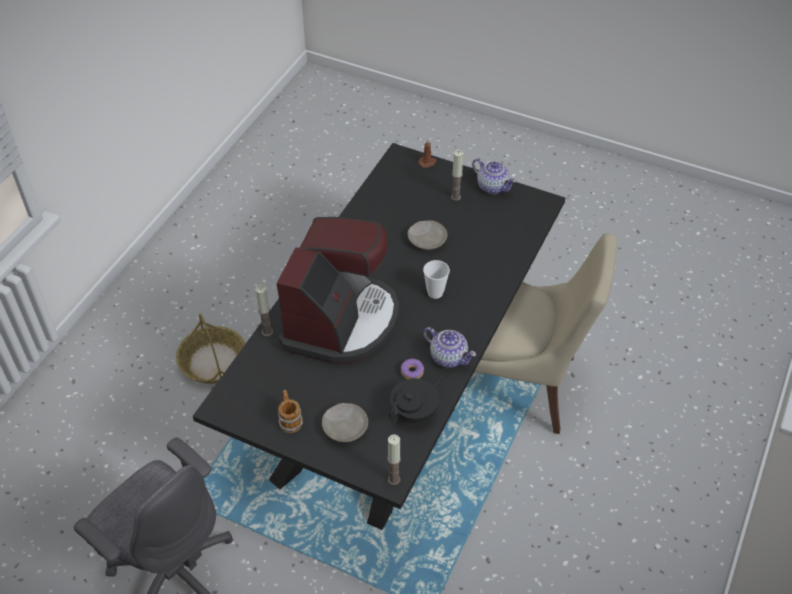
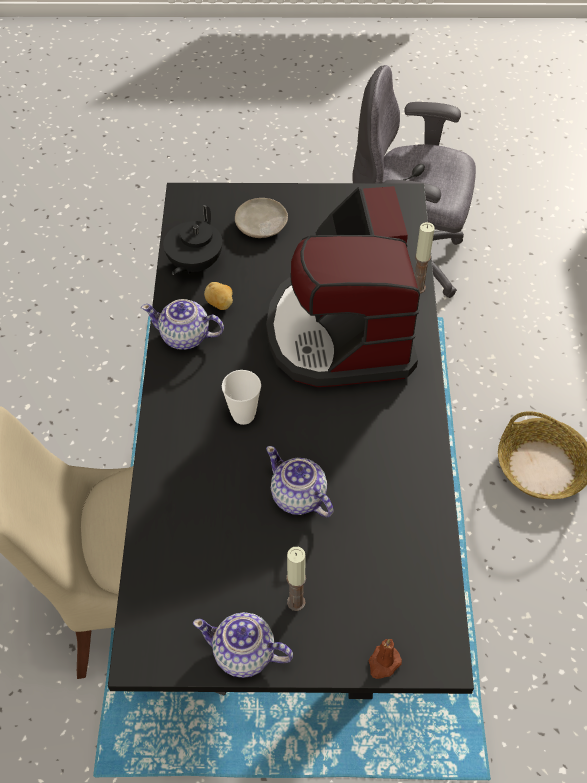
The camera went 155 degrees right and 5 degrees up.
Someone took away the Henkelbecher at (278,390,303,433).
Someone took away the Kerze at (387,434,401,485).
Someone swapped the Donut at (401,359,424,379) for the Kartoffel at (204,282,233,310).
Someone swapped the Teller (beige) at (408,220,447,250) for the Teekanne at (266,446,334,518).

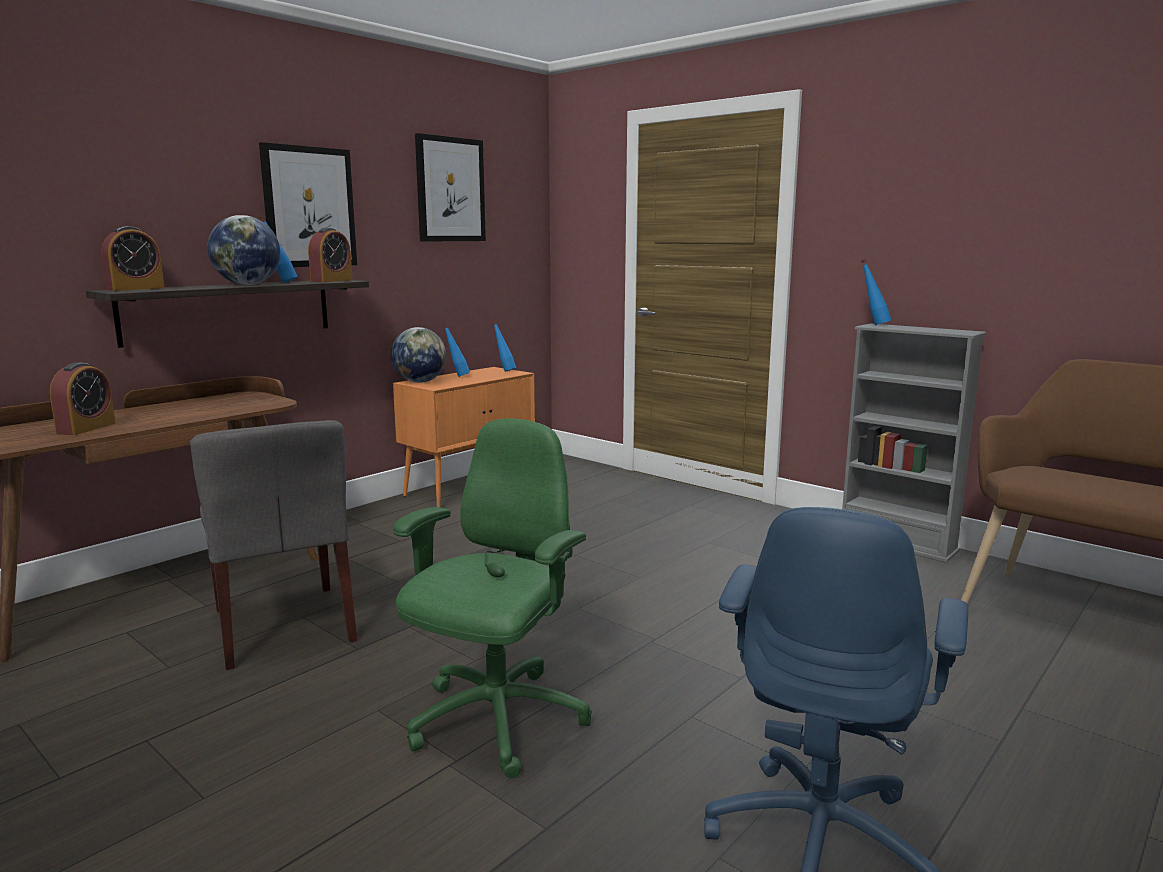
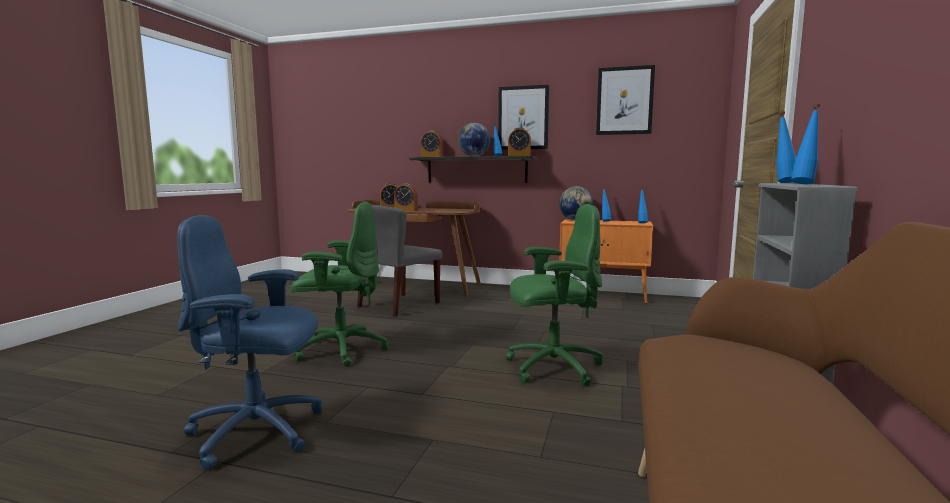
The camera went 65 degrees right and 5 degrees down.
Someone put down the Wecker at (394,183,418,211).
Someone put down the Bürostuhl (grün) at (506,204,603,387).
Someone put down the Flasche (blau) at (791,104,820,184).

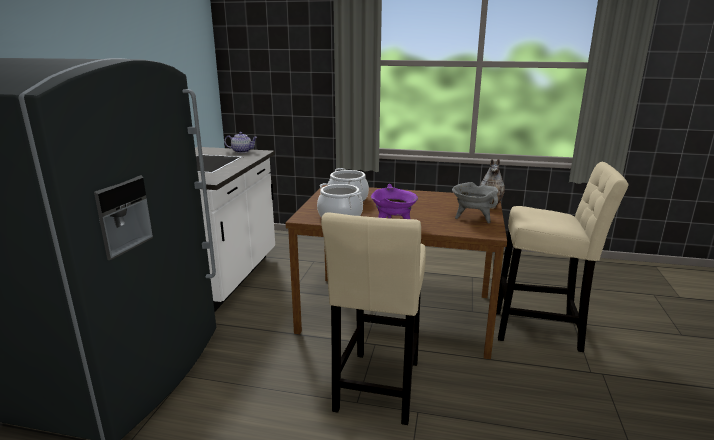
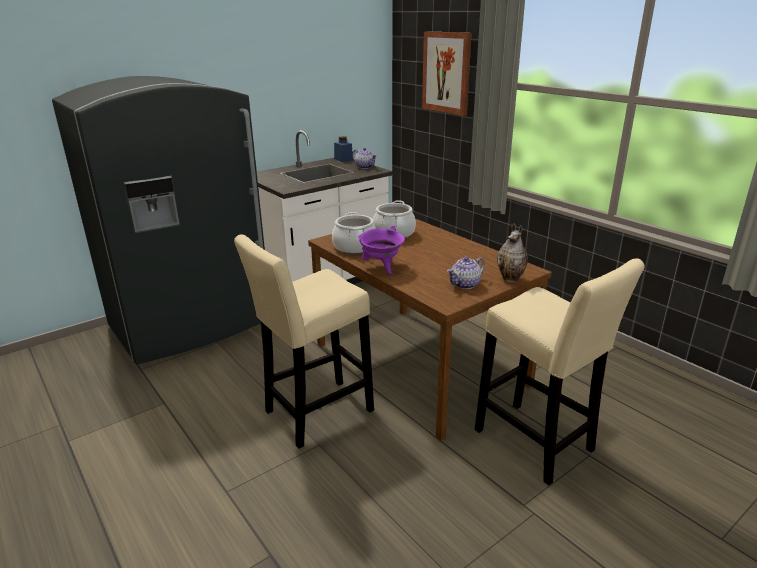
The camera went 40 degrees right and 5 degrees up.
Someone swapped the Kochtopf (grau) at (452,182,499,223) for the Teekanne at (447,257,485,289).
Someone put down the Vorratsglas (blau) at (334,136,353,162).
Someone put up the Bild at (422,31,472,116).

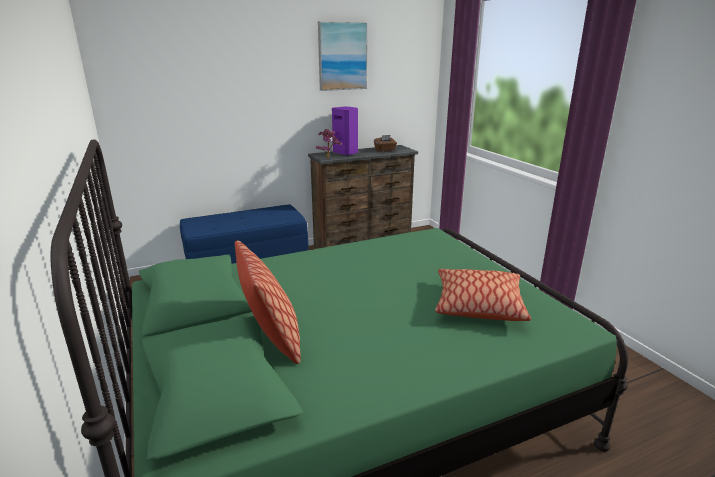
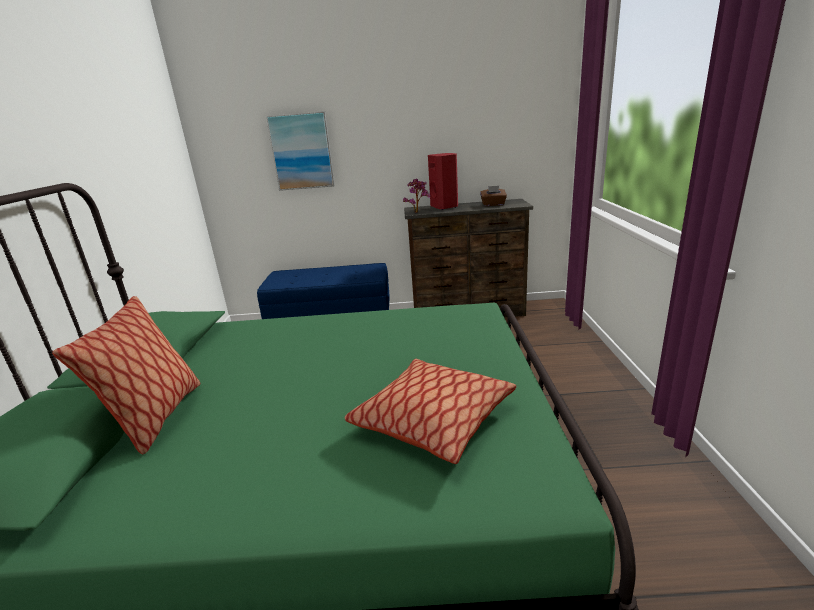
The camera went 25 degrees right and 0 degrees up.
Someone carried the Bild from (318,21,368,91) to (266,111,335,191).
Someone repainted the Lautsprecher (lila) at (332,107,358,156), which became the Lautsprecher (rot) at (428,153,458,210).

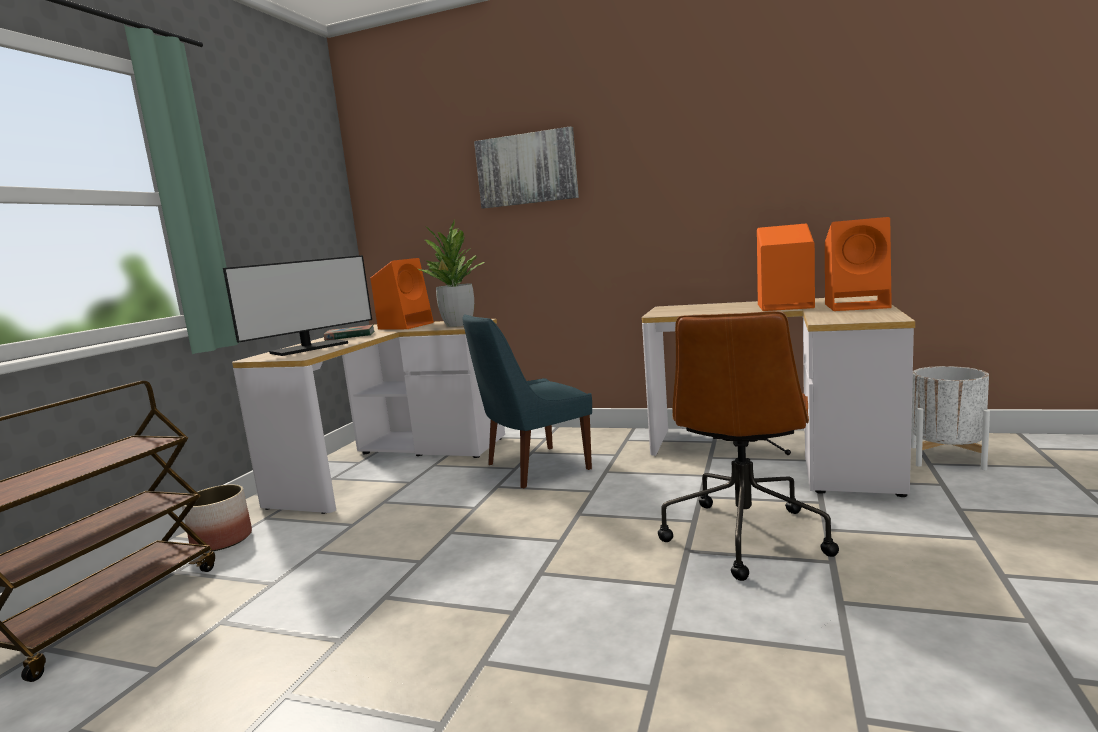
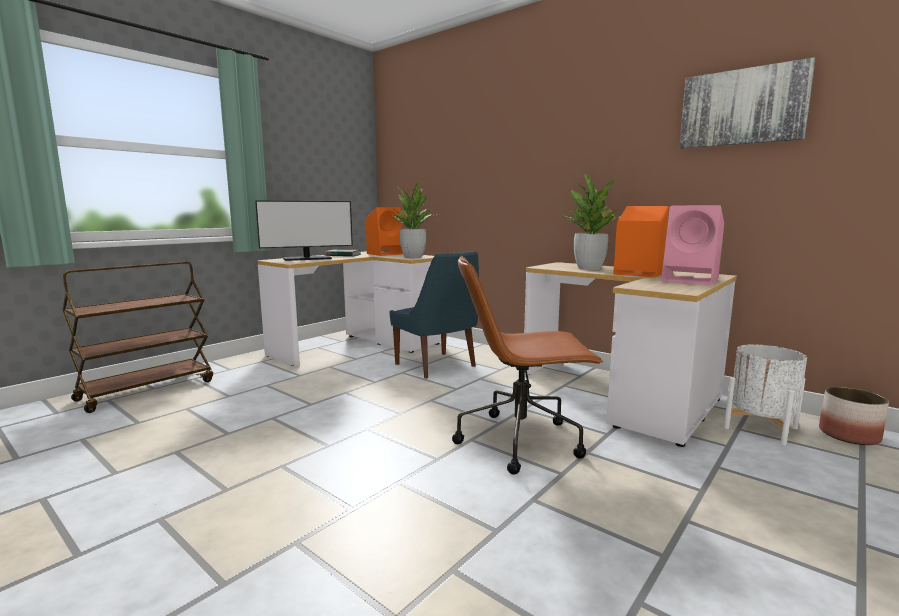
The camera went 20 degrees right and 0 degrees up.
Someone carried the Pflanzkübel from (182,484,252,551) to (819,387,889,445).
Someone rotated the Stuhl (blau) at (462,315,592,489) by 120 degrees counterclockwise.
Someone carried the Bild from (474,126,579,209) to (679,57,816,149).
Someone rotated the Bürostuhl (braun) at (658,311,839,581) by 45 degrees clockwise.
Someone repainted the Lautsprecher (orange) at (825,217,892,311), which became the Lautsprecher (rosa) at (661,205,724,285).
Someone put down the Topfpflanze at (560,174,620,270).

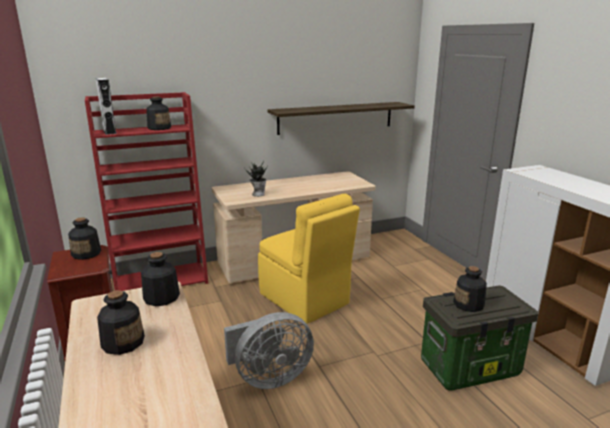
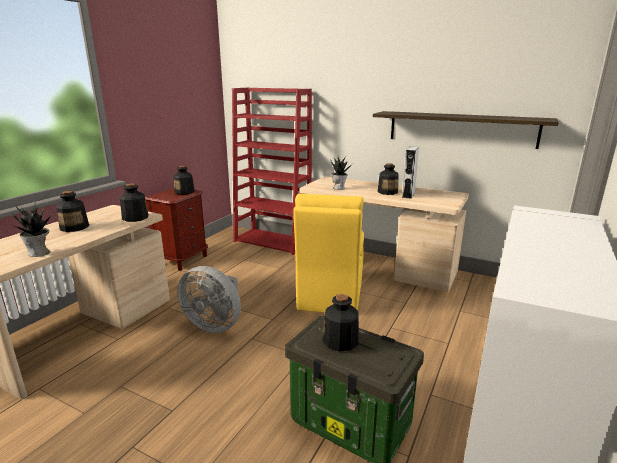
The camera went 50 degrees right and 0 degrees up.
Someone carried the Lautsprecher (grau) from (96,78,116,135) to (402,146,419,199).
Someone carried the Flasche from (146,96,171,130) to (378,163,398,195).
Someone put down the Topfpflanze at (12,202,52,257).

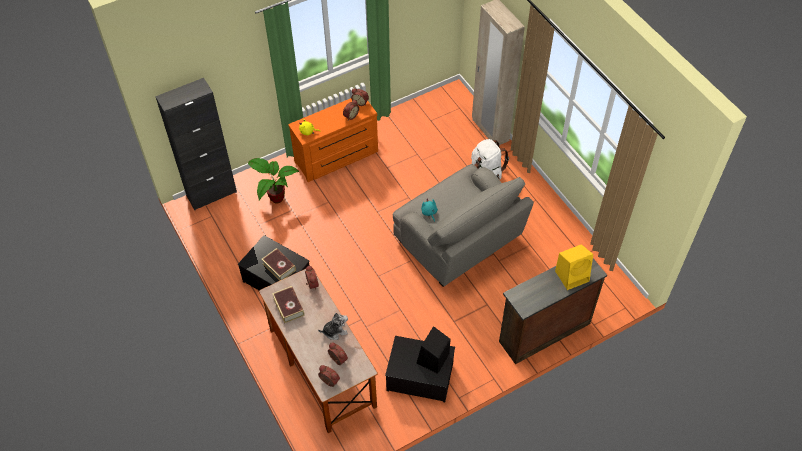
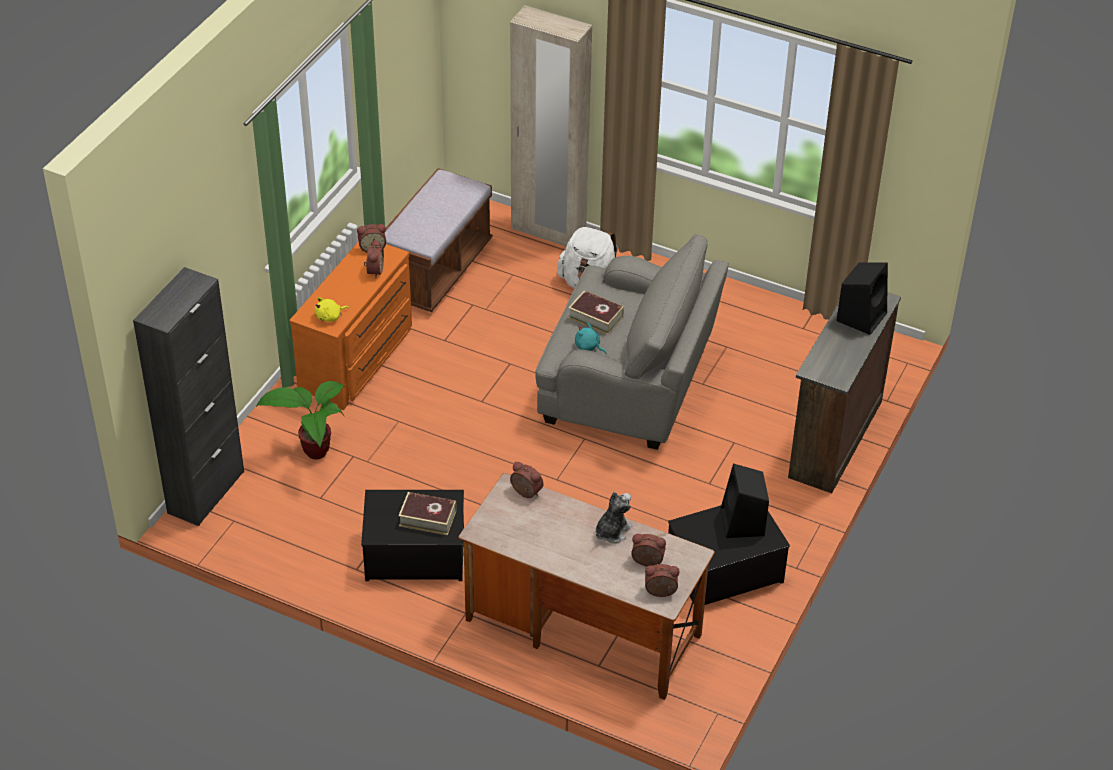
The camera went 35 degrees left and 10 degrees down.
Someone carried the Buch from (272,286,304,323) to (568,290,624,335).
Someone repainted the Lautsprecher (gelb) at (555,244,593,290), which became the Lautsprecher (schwarz) at (836,262,888,335).
Someone put down the Bank (braun) at (385,168,493,312).

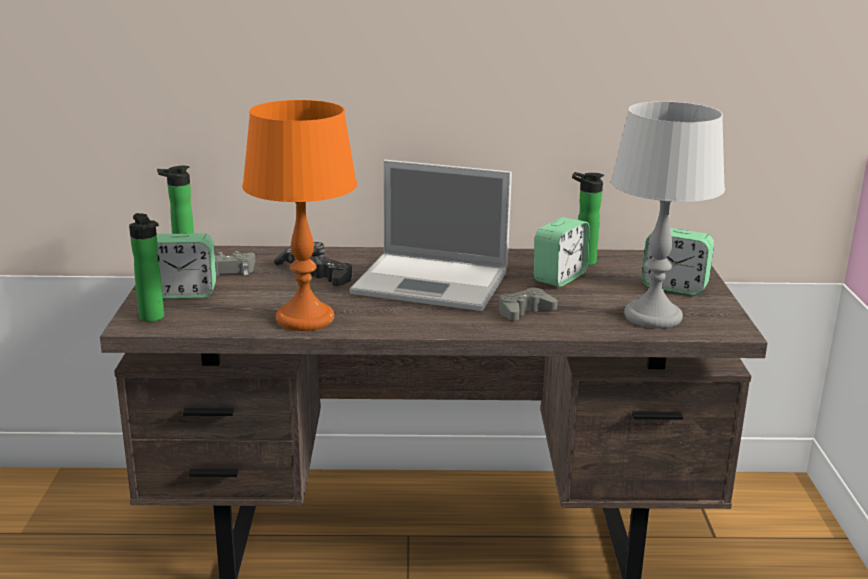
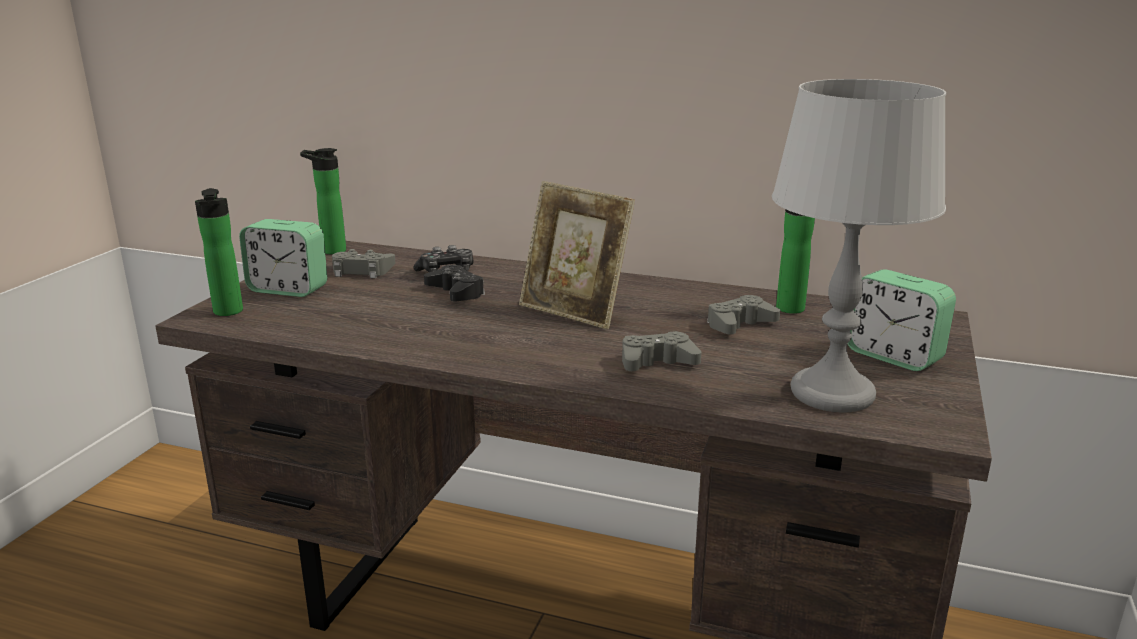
The camera went 20 degrees right and 0 degrees up.
Someone took away the Tischlampe (orange) at (242,100,357,331).
Someone swapped the Laptop at (350,160,512,311) for the Bilderrahmen at (519,181,635,329).
Someone swapped the Wecker at (534,217,590,287) for the Gamepad (grau) at (707,295,780,334).

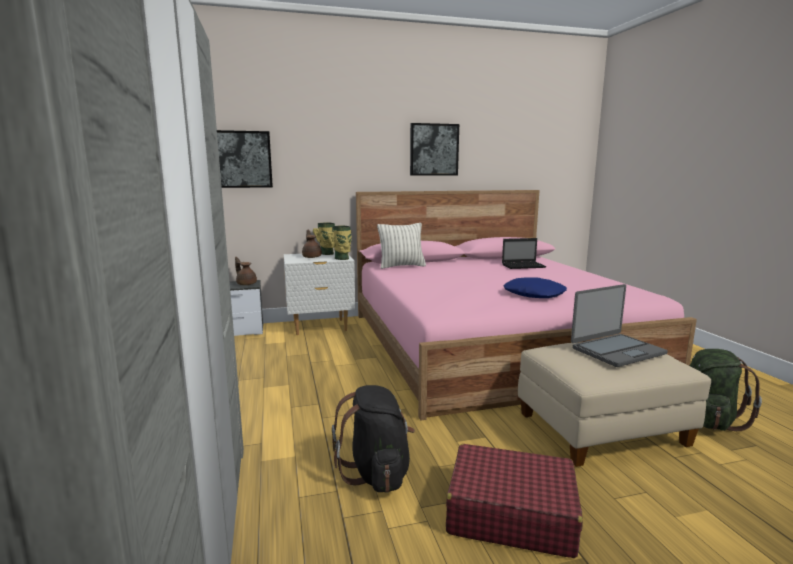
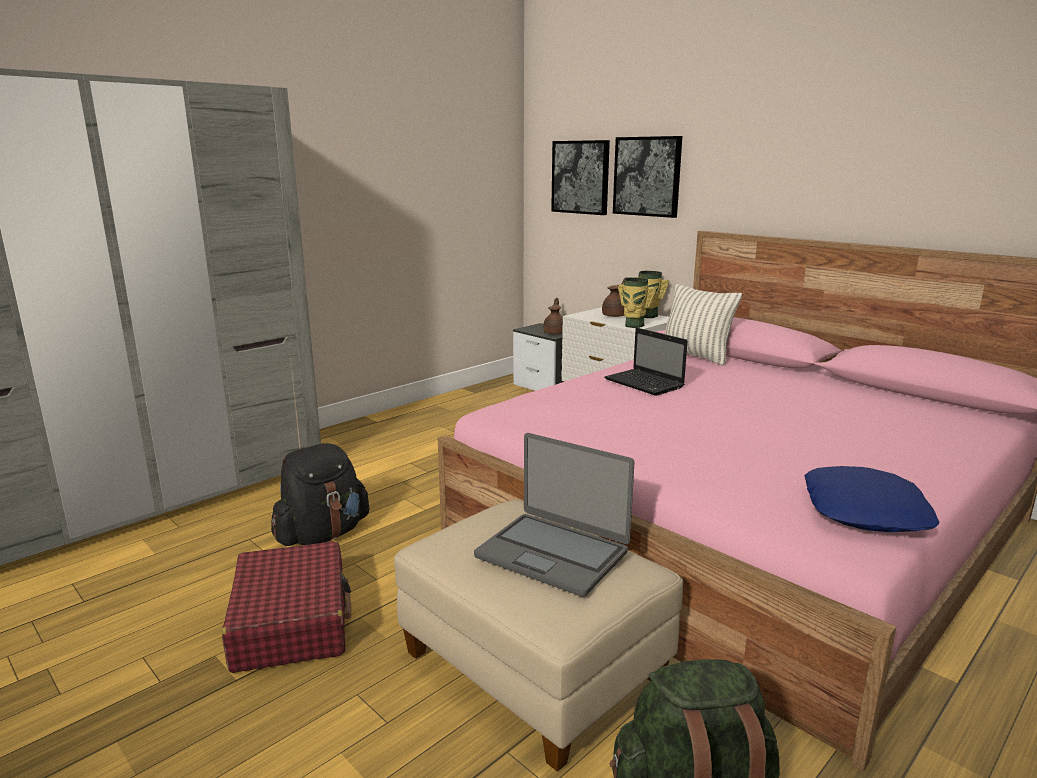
The camera went 60 degrees right and 5 degrees up.
Someone carried the Bild from (410,123,459,176) to (613,136,682,218).
Someone carried the Laptop from (502,238,546,269) to (604,328,688,396).
Someone carried the Kissen (blau) from (503,277,567,298) to (804,466,939,532).

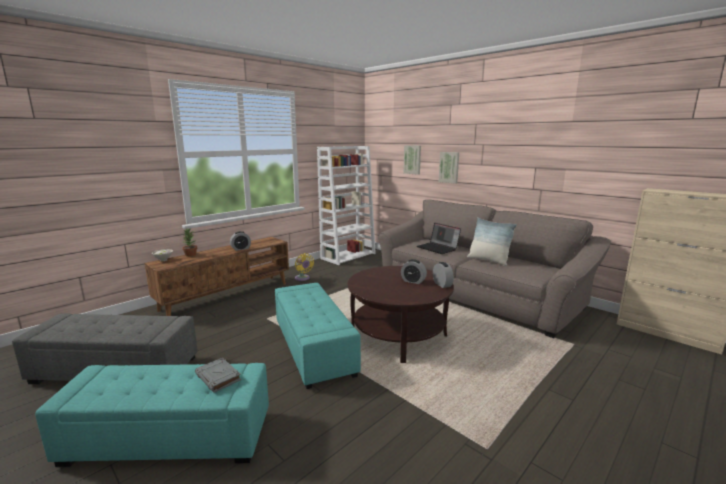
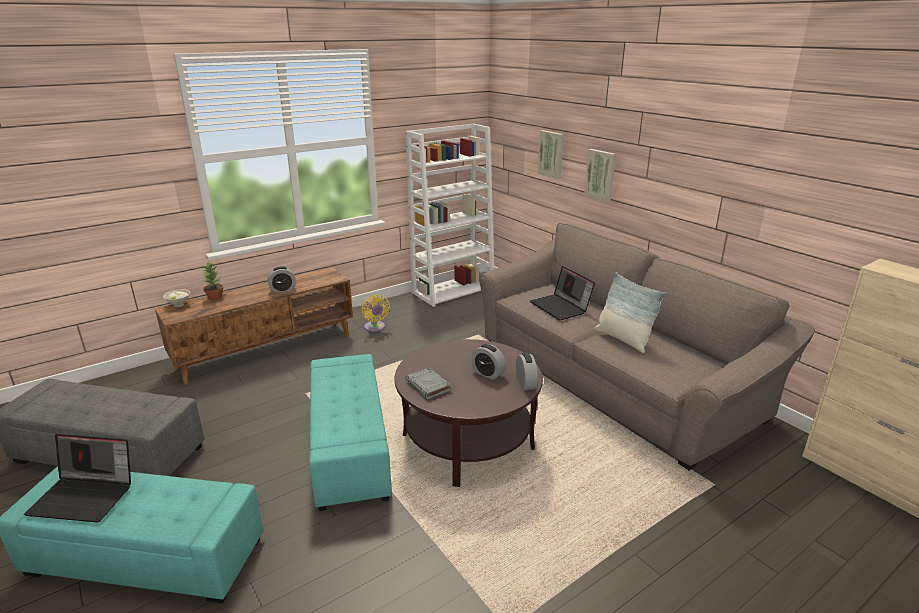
The camera went 10 degrees right and 10 degrees up.
Someone carried the Buch (grau) from (195,358,241,393) to (406,368,450,399).
Someone put down the Laptop at (24,434,131,523).

